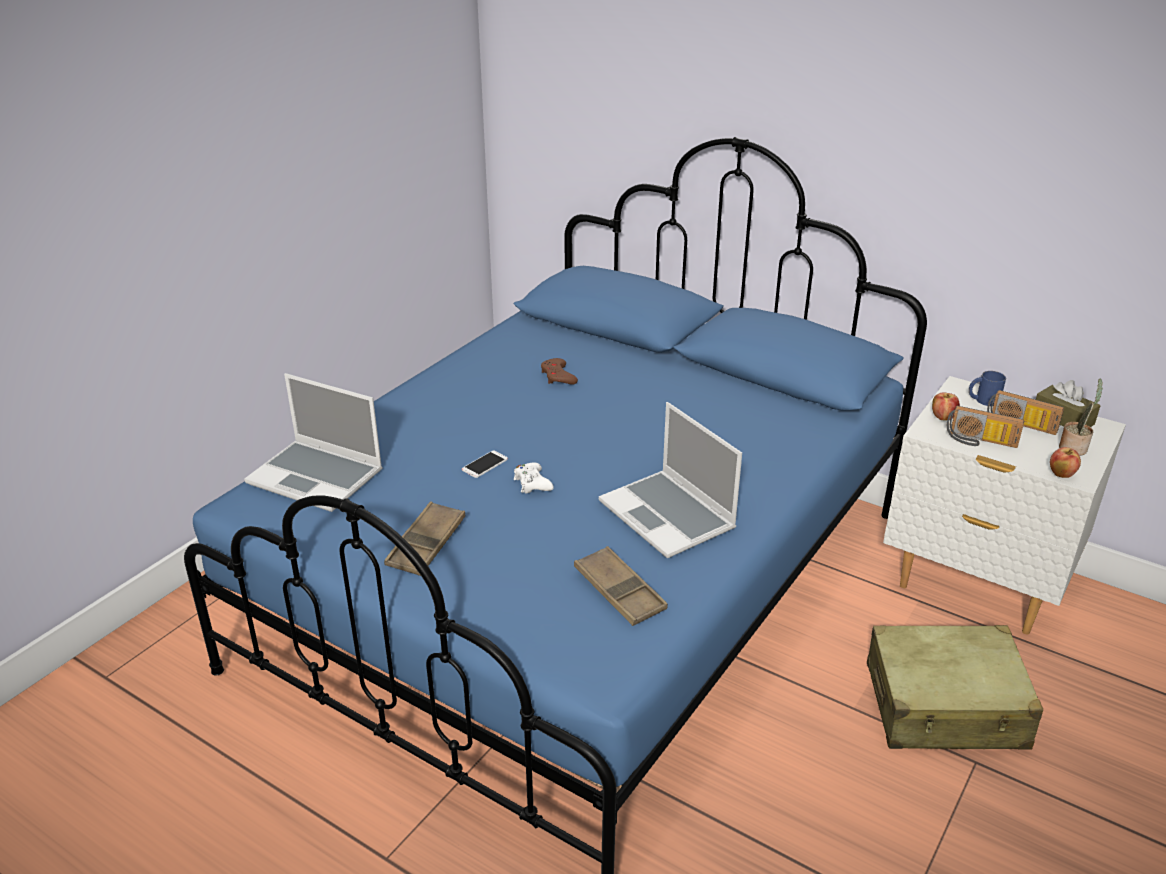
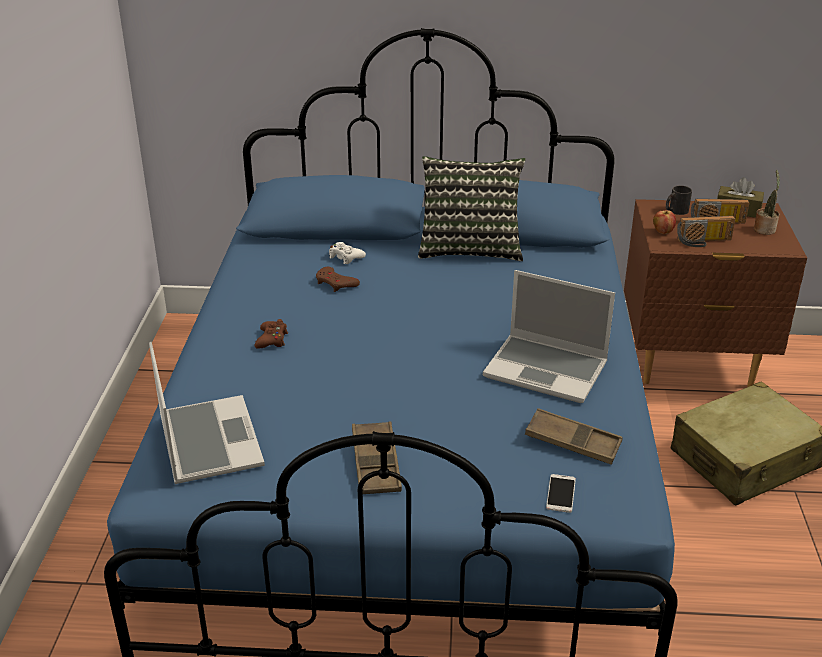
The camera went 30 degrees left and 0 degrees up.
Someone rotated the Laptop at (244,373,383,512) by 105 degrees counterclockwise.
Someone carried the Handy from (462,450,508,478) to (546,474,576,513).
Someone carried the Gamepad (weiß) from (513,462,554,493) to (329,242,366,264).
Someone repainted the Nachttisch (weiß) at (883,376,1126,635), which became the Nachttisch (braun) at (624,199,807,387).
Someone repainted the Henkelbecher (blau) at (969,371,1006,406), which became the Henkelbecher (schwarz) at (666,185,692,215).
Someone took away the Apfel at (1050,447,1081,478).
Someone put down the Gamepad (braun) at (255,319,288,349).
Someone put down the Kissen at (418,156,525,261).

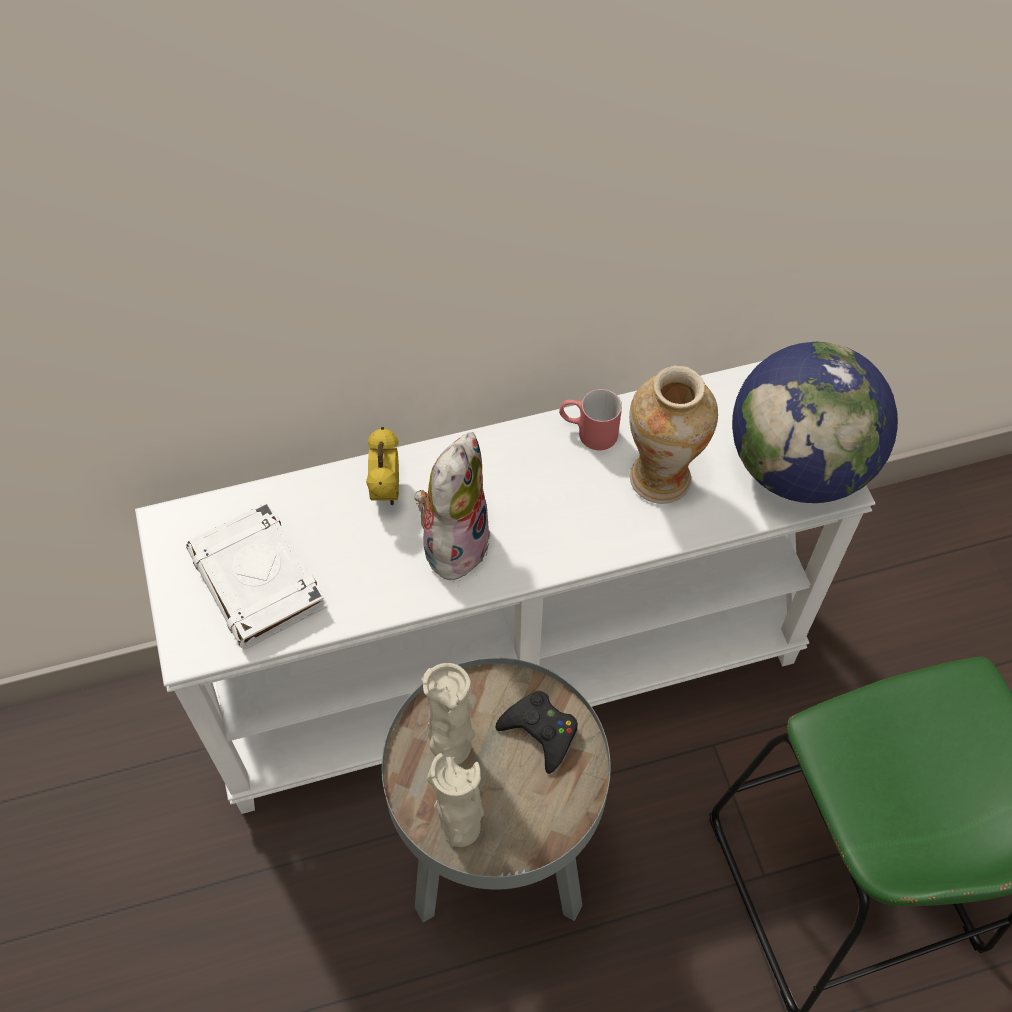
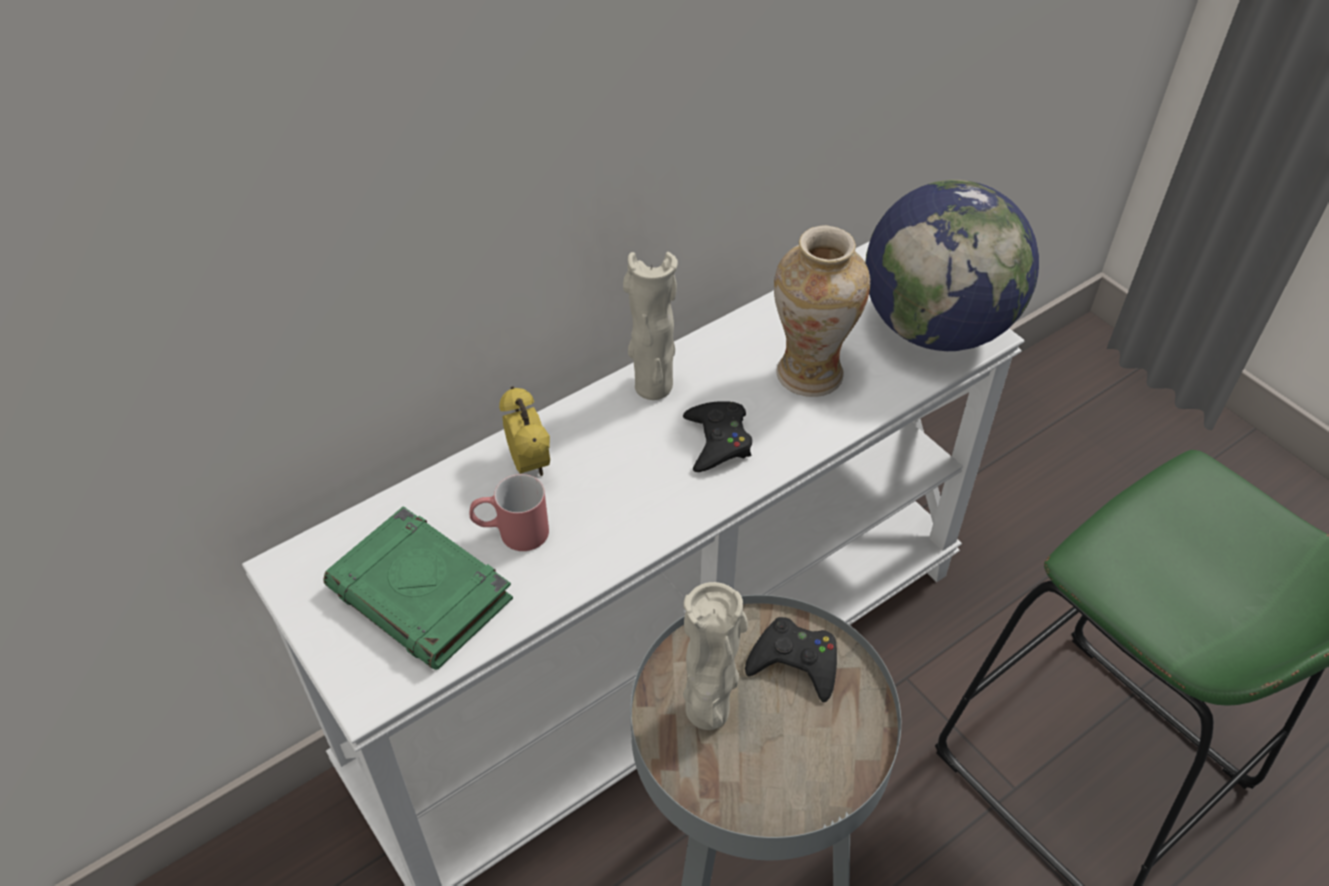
The camera went 20 degrees left and 10 degrees down.
Someone repainted the Buch (weiß) at (186,503,326,649), which became the Buch (grün) at (323,506,513,670).
Someone took away the Plüschtier at (414,432,491,587).
Someone carried the Vase (beige) from (427,753,484,847) to (623,252,678,400).
Someone carried the Henkelbecher (rot) from (559,389,622,450) to (470,474,549,551).
Someone put down the Gamepad (schwarz) at (683,401,752,472).

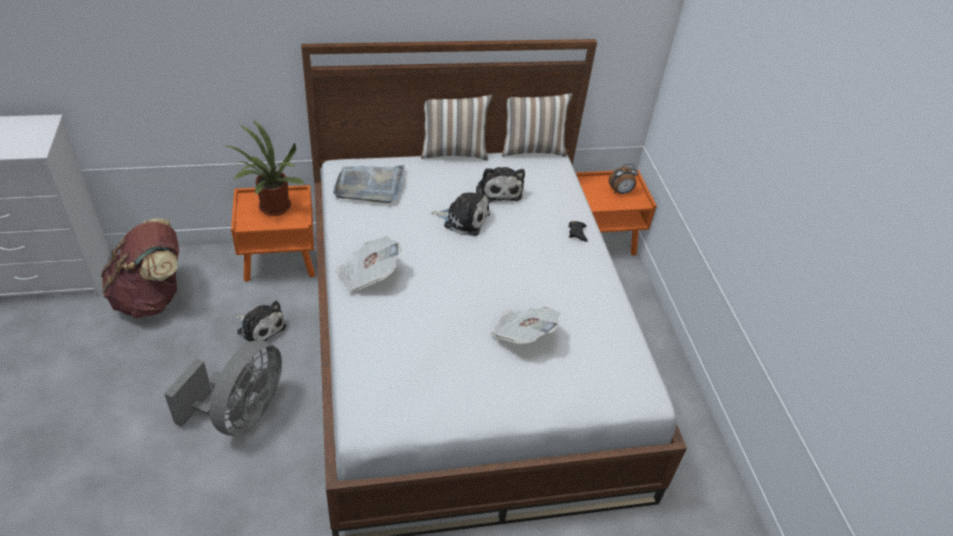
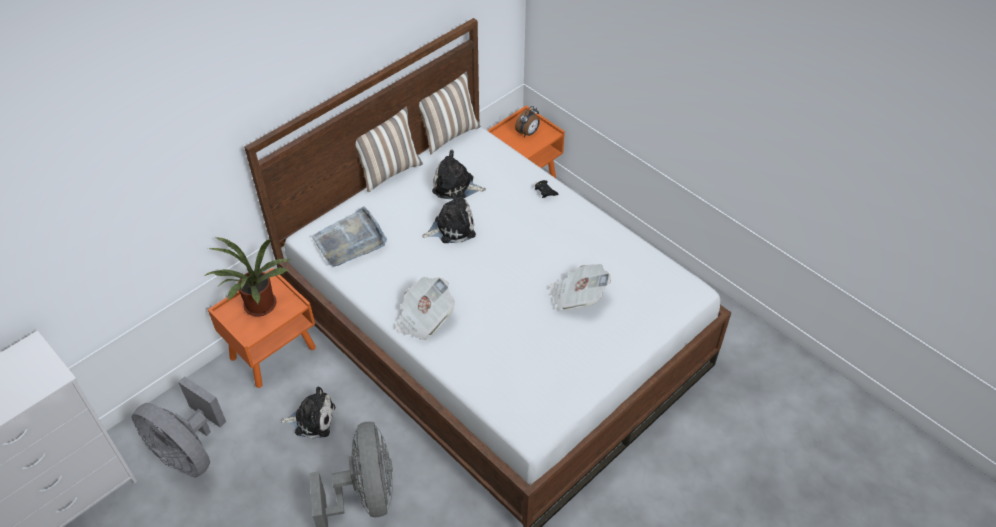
The camera went 30 degrees left and 5 degrees up.
Someone swapped the Rucksack (braun) at (101,219,179,318) for the Ventilator (grau) at (132,376,226,477).
Someone rotated the Plüschtier at (478,167,525,203) by 150 degrees clockwise.

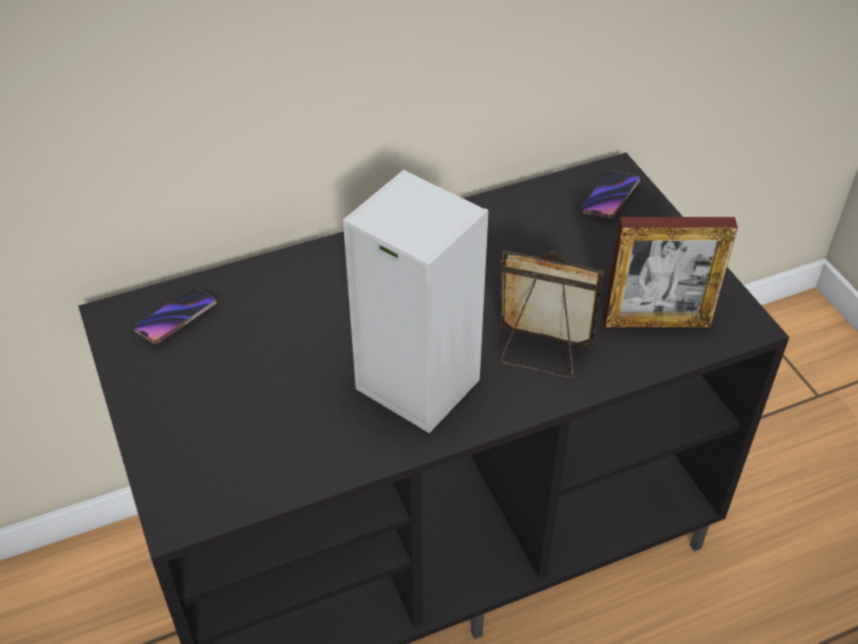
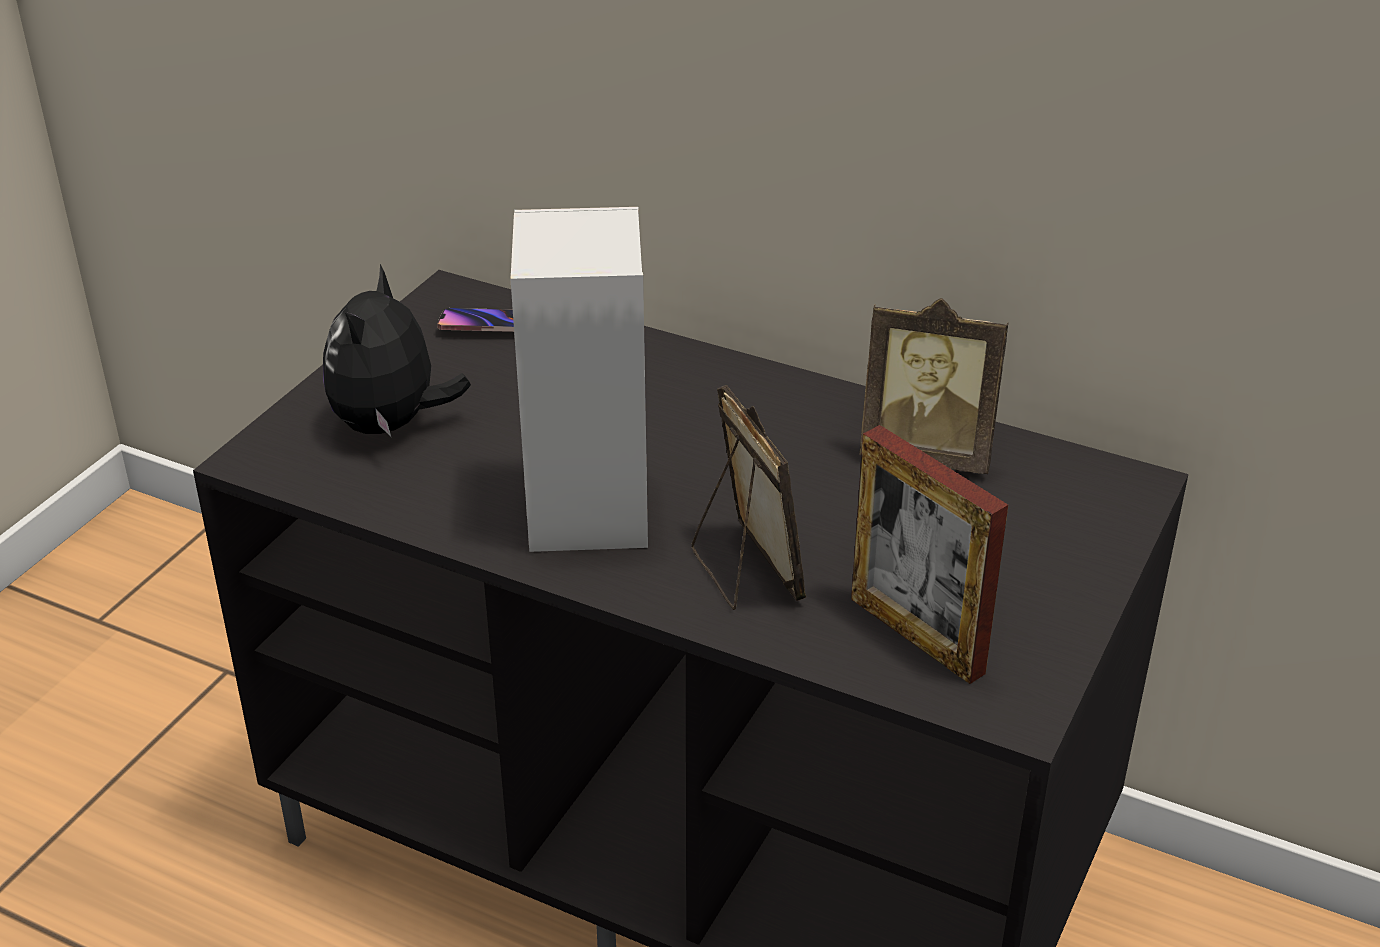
The camera went 50 degrees right and 10 degrees down.
Someone took away the Handy at (581,171,640,218).
Someone put down the Plüschtier at (323,264,471,436).
Someone put down the Bilderrahmen at (859,298,1009,474).

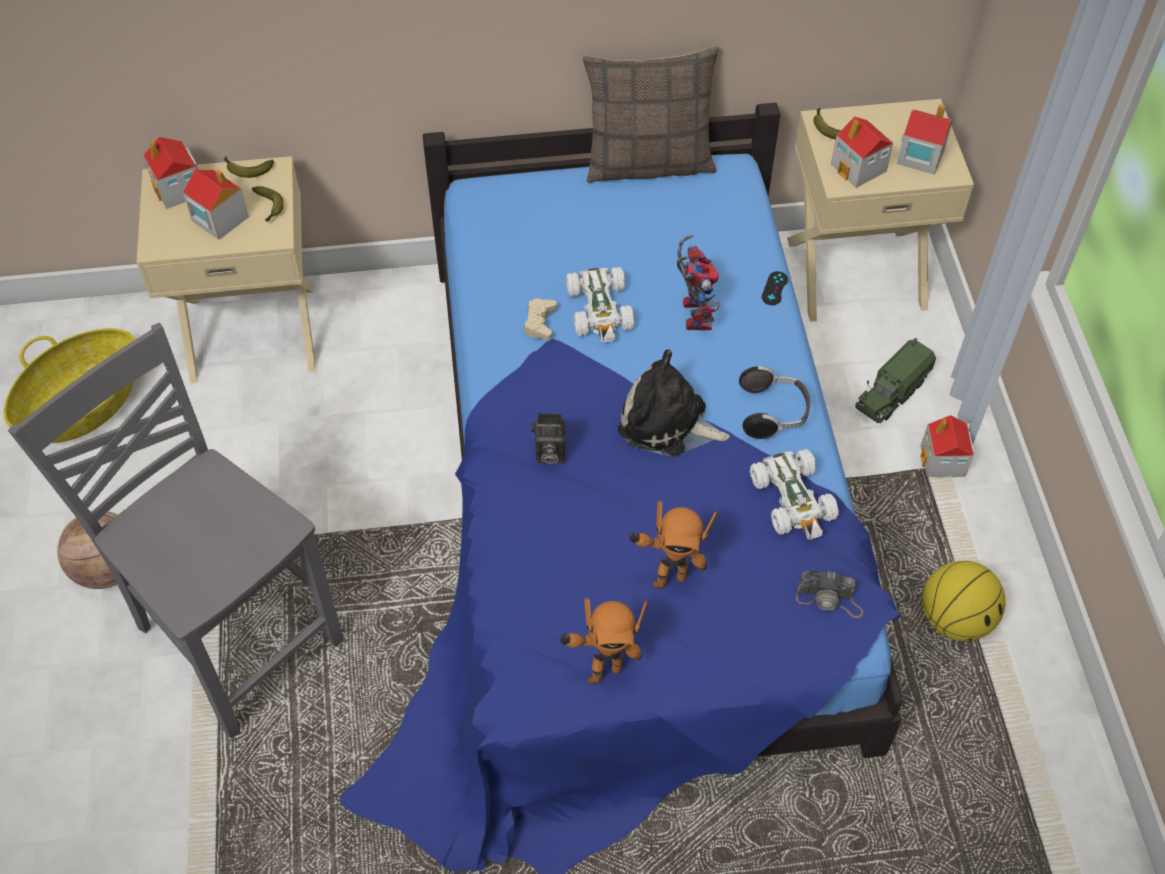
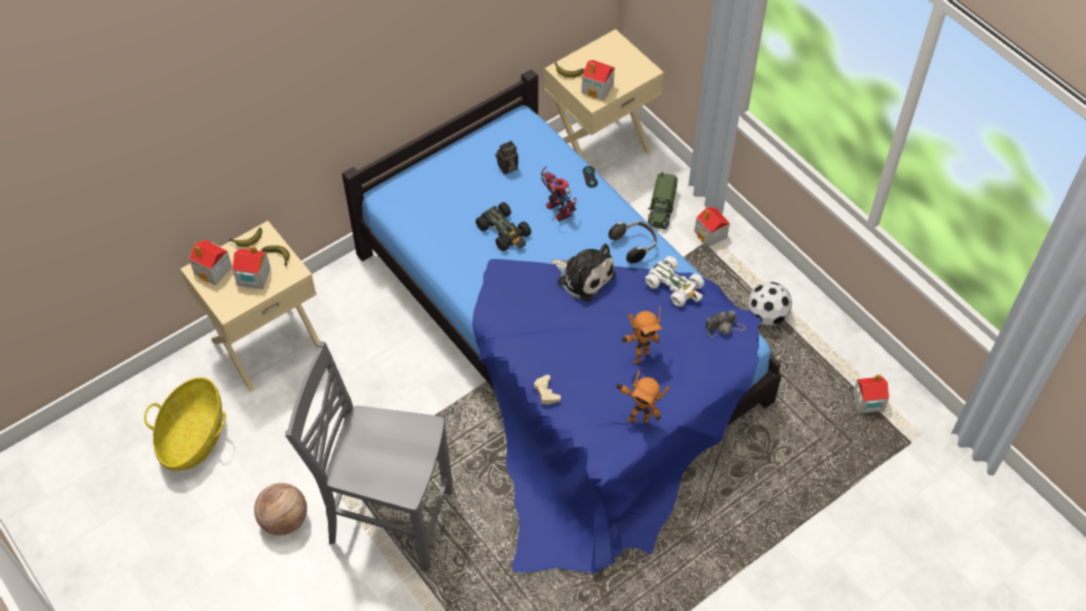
The camera went 30 degrees left and 0 degrees up.
Someone carried the Gamepad (beige) from (524,299,557,340) to (533,375,561,405).
Someone carried the Kamera from (531,413,565,464) to (495,141,518,174).
Someone rotated the Spielzeugroboter at (557,598,648,684) by 60 degrees clockwise.
Someone repainted the Spielzeugauto (weiß) at (566,267,634,342), which became the Spielzeugauto (schwarz) at (476,202,531,251).
Someone took away the Kissen at (582,46,719,183).
Someone rotated the Plüschtier at (618,350,730,457) by 135 degrees counterclockwise.
Someone carried the Spielzeughaus from (897,104,953,175) to (853,374,889,414).
Someone swapped the Basketball at (922,561,1006,641) for the Fußball at (748,282,792,326).

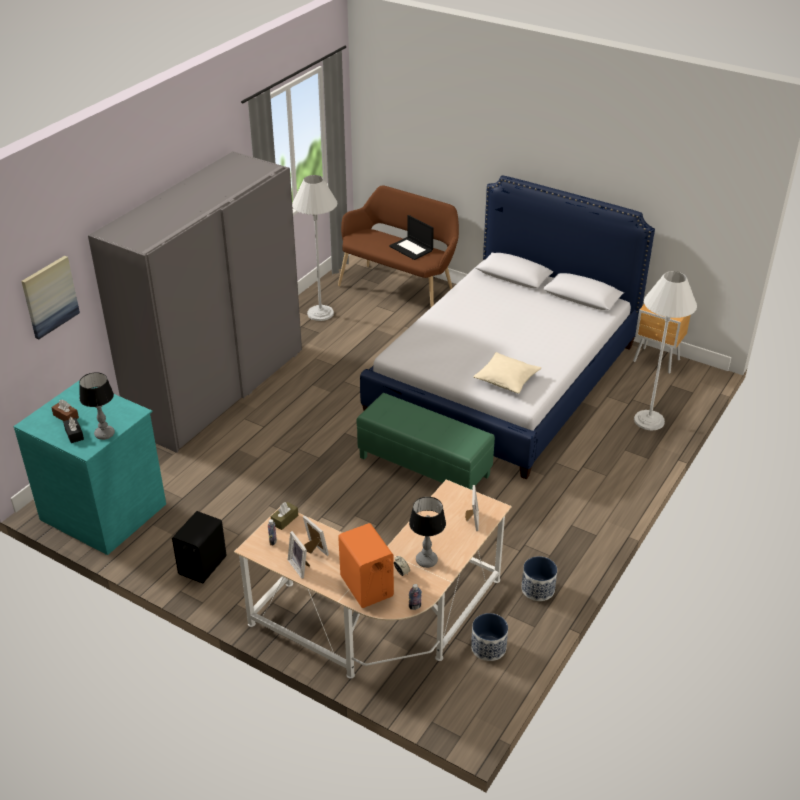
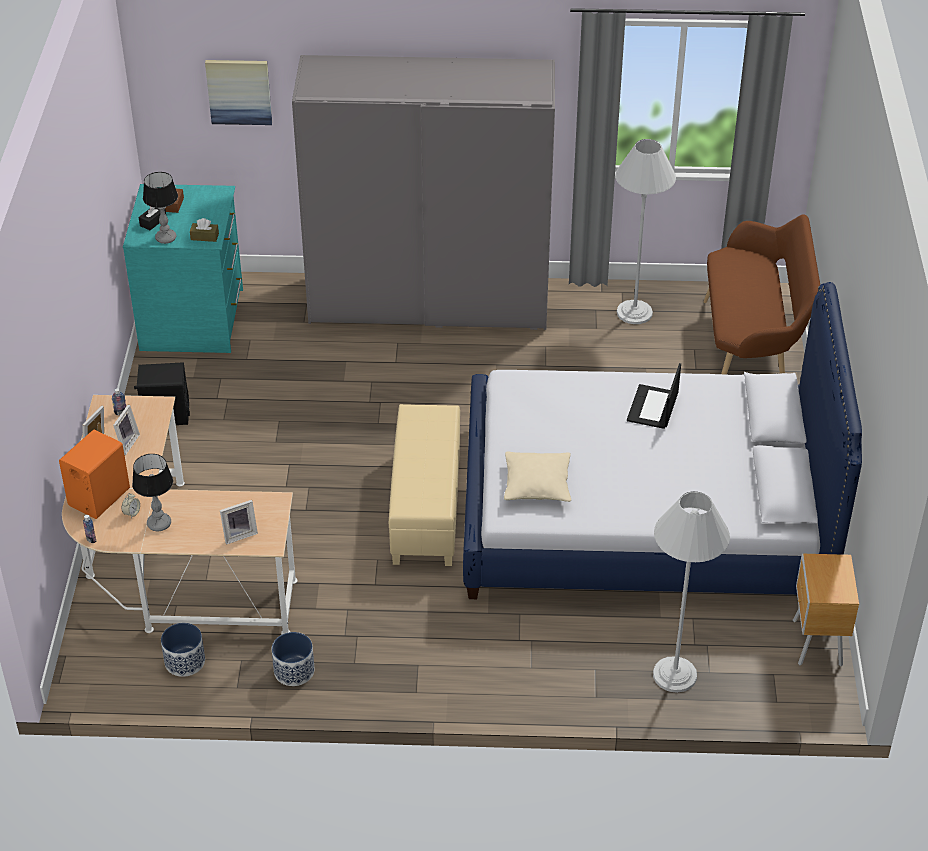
The camera went 60 degrees right and 5 degrees up.
Someone carried the Taschentuchbox (braun) from (271,502,298,530) to (190,218,219,242).
Someone repainted the Polsterhocker (grün) at (357,393,495,490), which became the Polsterhocker (beige) at (389,404,460,566).
Someone carried the Laptop from (389,215,434,260) to (627,363,681,429).

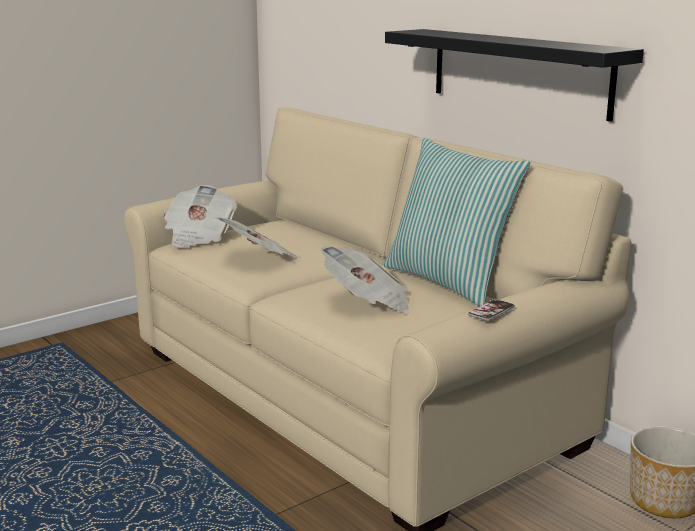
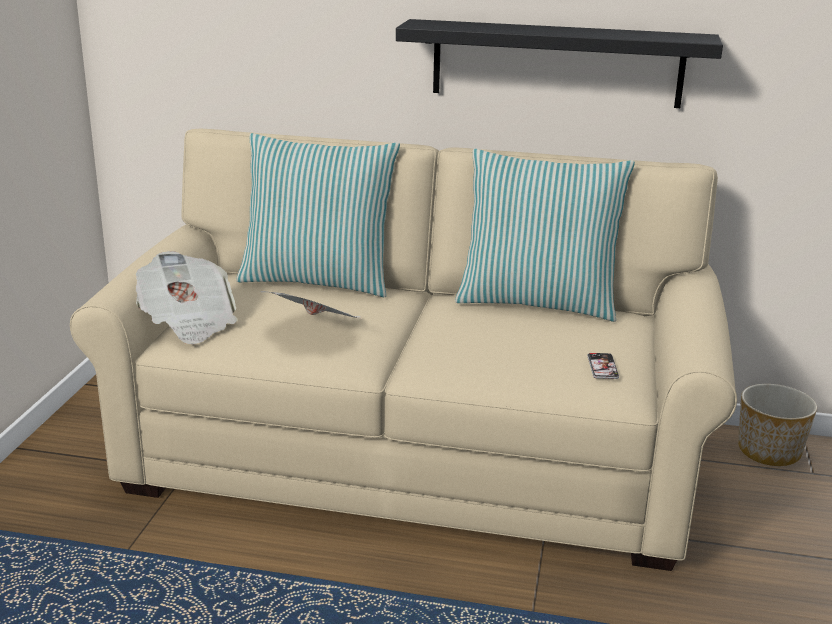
The camera went 40 degrees left and 5 degrees up.
Someone took away the Zeitung at (321,246,409,313).
Someone carried the Handy from (468,298,515,321) to (587,353,619,379).
Someone put down the Kissen at (236,133,400,297).

